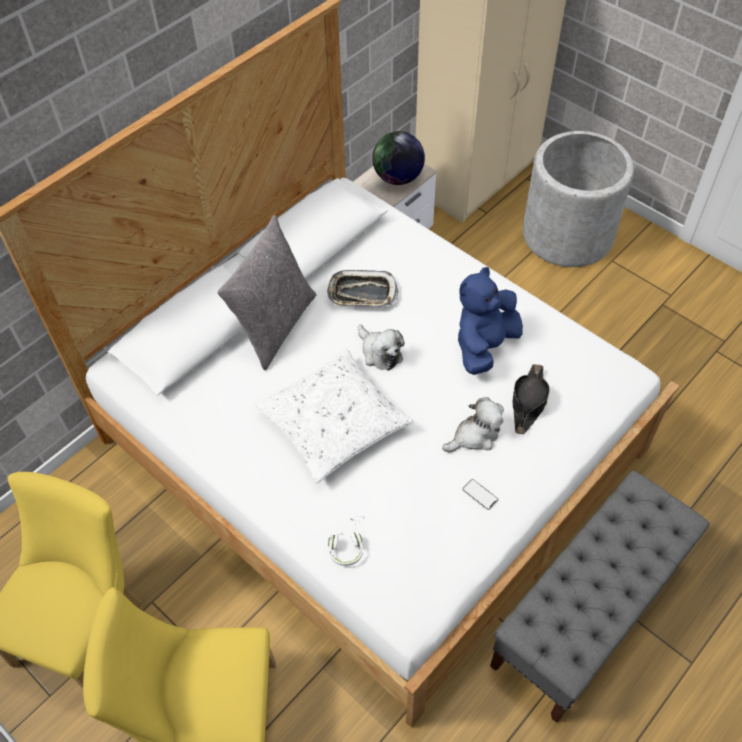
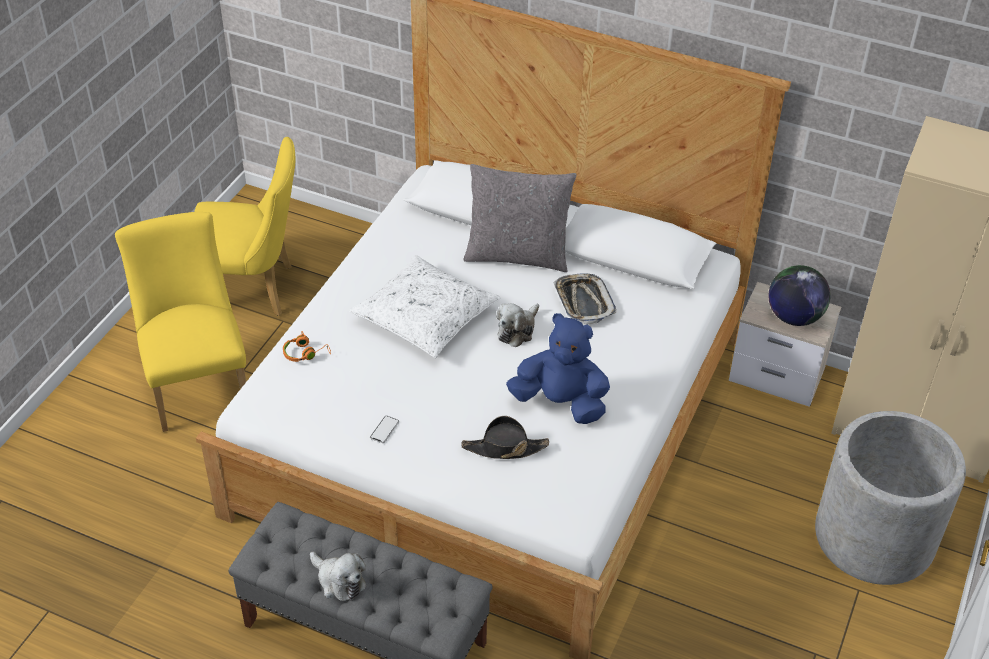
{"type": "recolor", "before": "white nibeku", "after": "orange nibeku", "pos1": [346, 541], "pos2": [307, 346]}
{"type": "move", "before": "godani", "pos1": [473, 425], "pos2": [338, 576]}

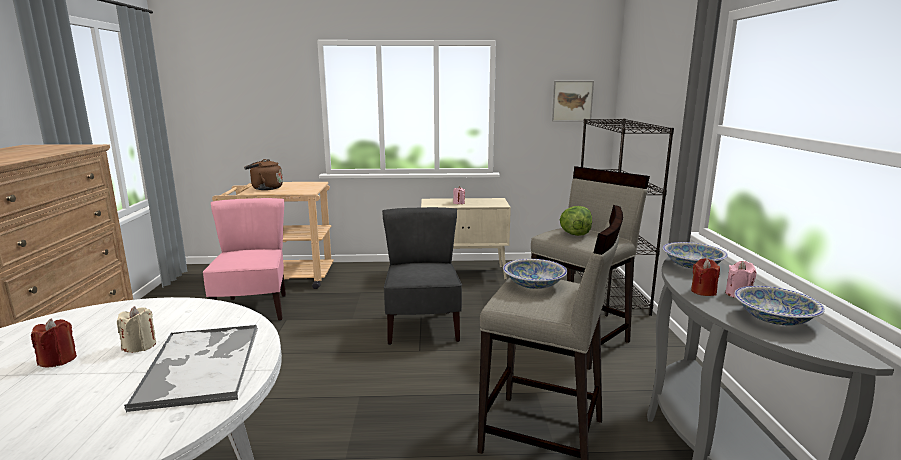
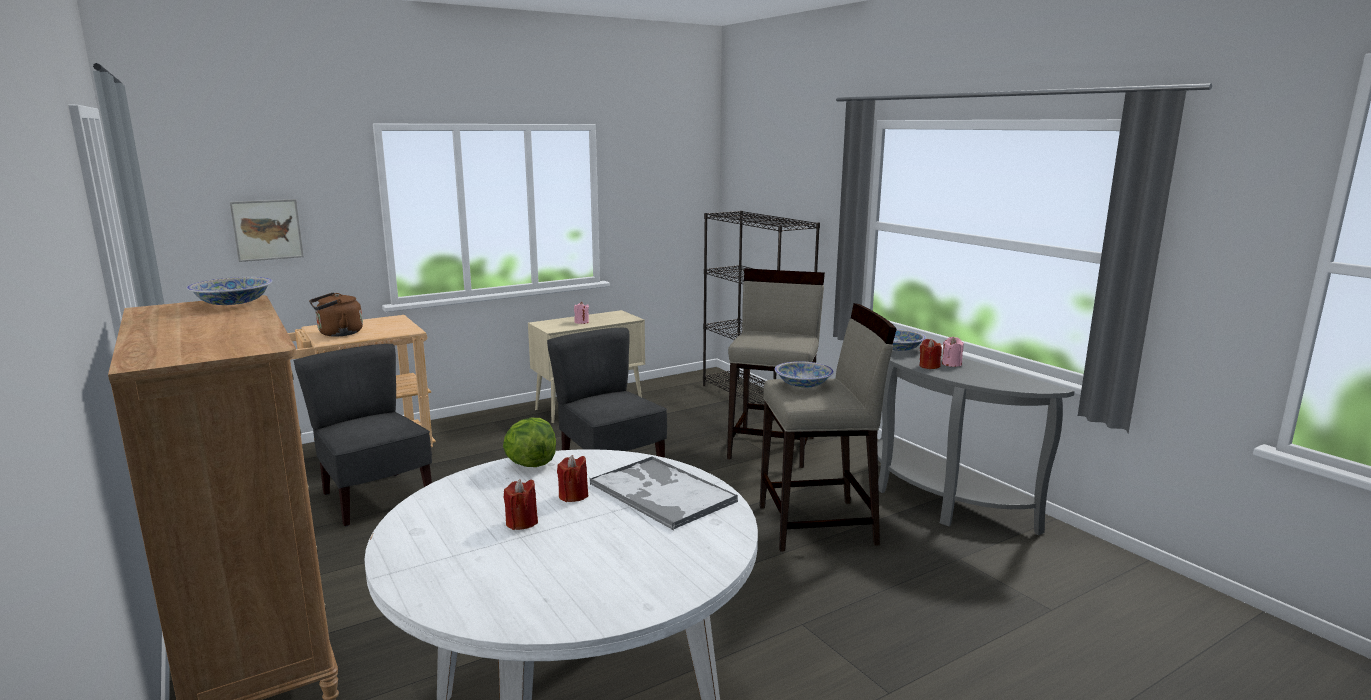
{"type": "recolor", "before": "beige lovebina", "after": "red lovebina", "pos1": [136, 329], "pos2": [572, 478]}
{"type": "recolor", "before": "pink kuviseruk", "after": "grey kuviseruk", "pos1": [244, 259], "pos2": [363, 435]}
{"type": "move", "before": "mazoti", "pos1": [573, 101], "pos2": [267, 230]}
{"type": "move", "before": "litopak", "pos1": [576, 221], "pos2": [529, 442]}
{"type": "move", "before": "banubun", "pos1": [779, 305], "pos2": [230, 291]}

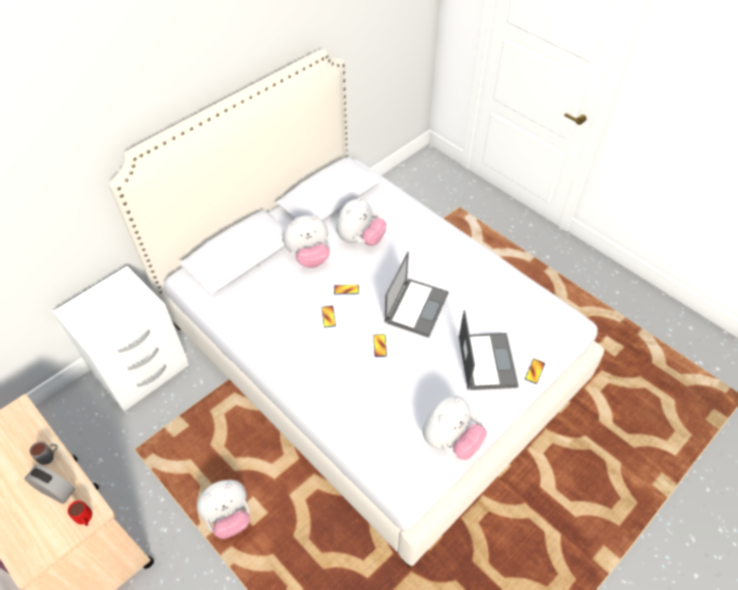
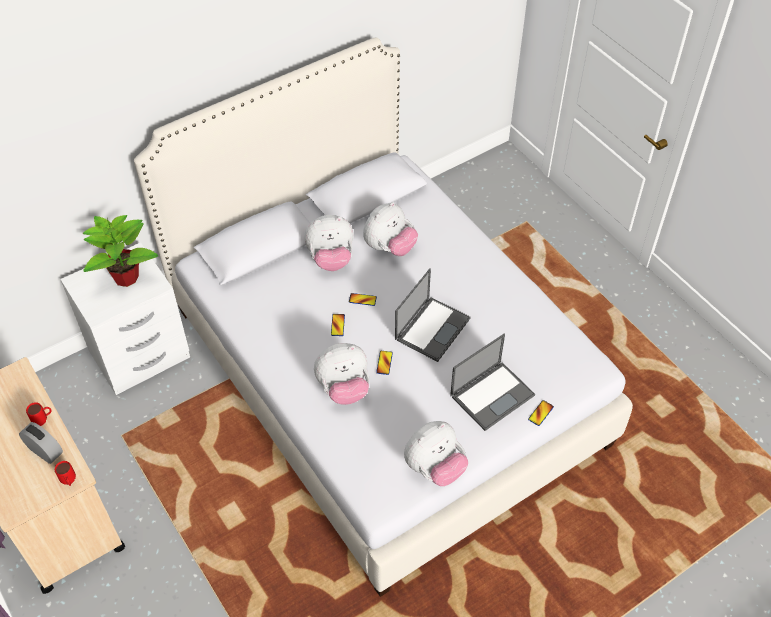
{"type": "recolor", "before": "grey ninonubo", "after": "red ninonubo", "pos1": [44, 453], "pos2": [39, 414]}
{"type": "move", "before": "godani", "pos1": [223, 509], "pos2": [341, 374]}
{"type": "rotate", "before": "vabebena", "pos1": [489, 350], "pos2": [492, 382], "turn": 45}
{"type": "insert", "after": "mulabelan", "pos2": [120, 251]}

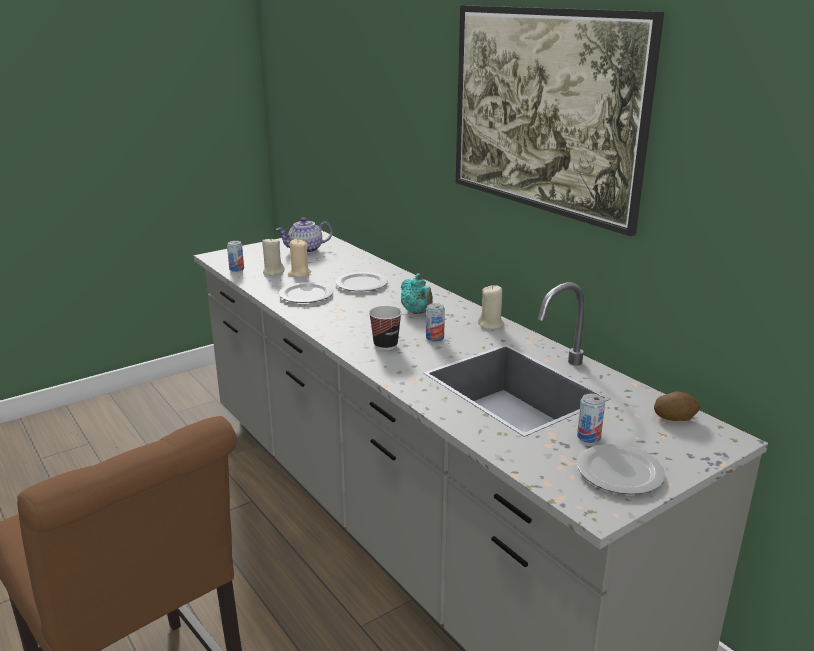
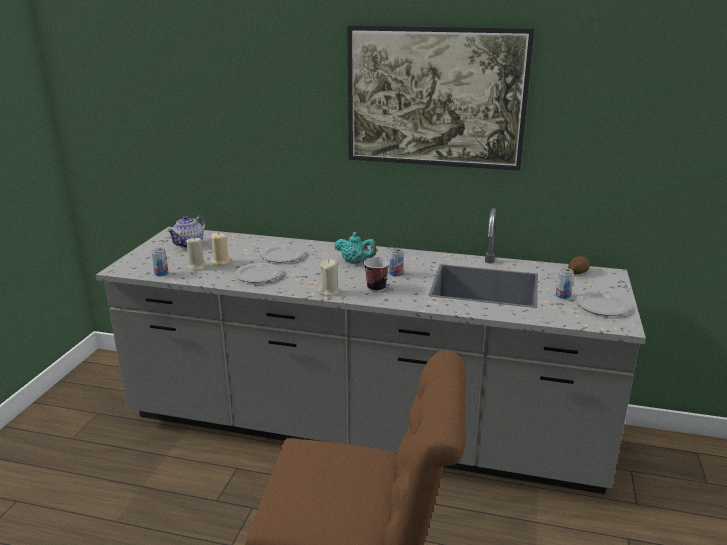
{"type": "move", "before": "beige lovebina", "pos1": [491, 307], "pos2": [328, 277]}

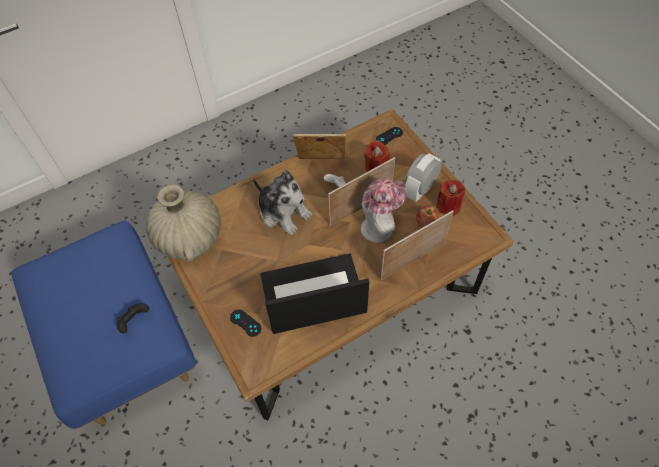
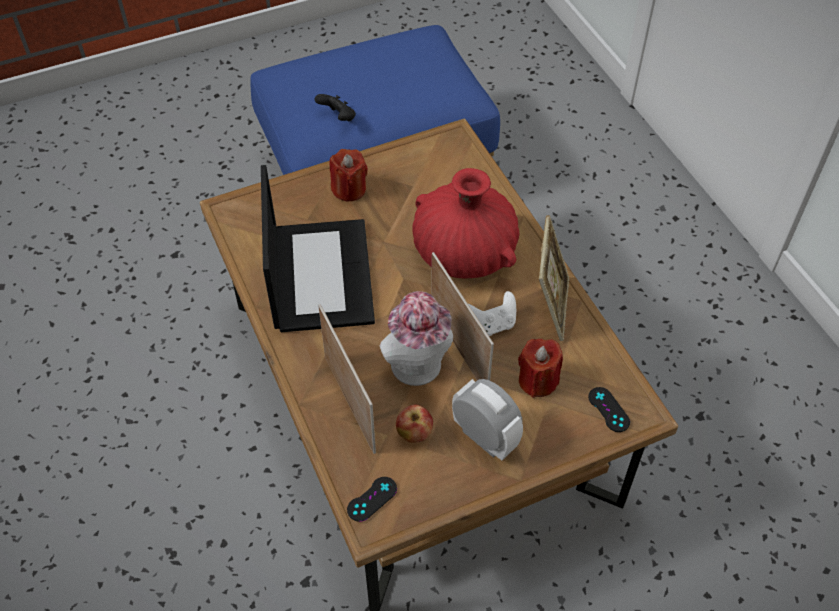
{"type": "delete", "before": "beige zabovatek", "pos1": [183, 223]}
{"type": "move", "before": "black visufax", "pos1": [245, 323], "pos2": [372, 499]}
{"type": "replace", "before": "godani", "after": "red zabovatek", "pos1": [282, 202], "pos2": [465, 223]}
{"type": "move", "before": "red lovebina", "pos1": [450, 198], "pos2": [348, 175]}

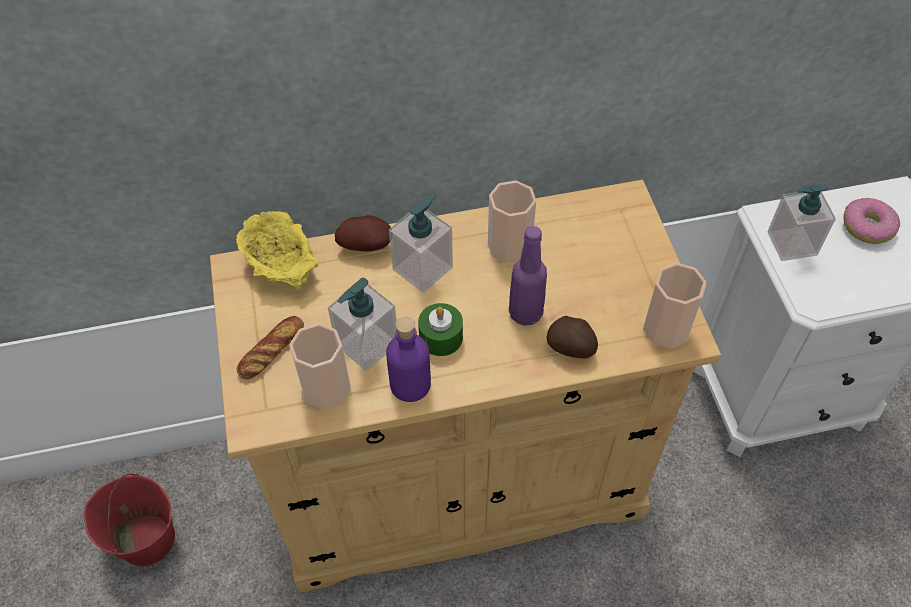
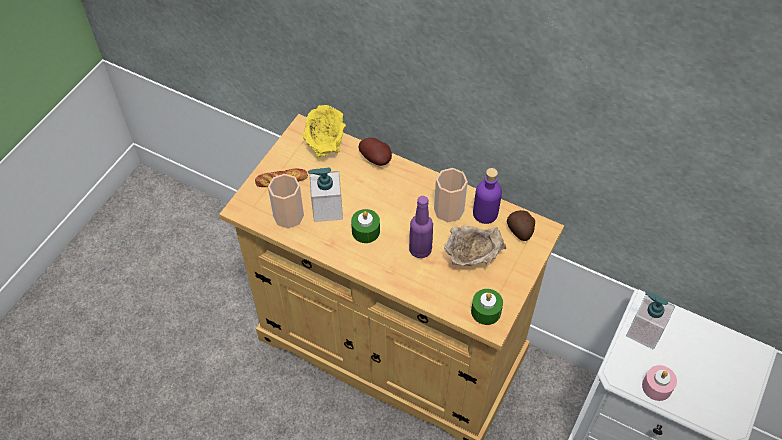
{"type": "delete", "before": "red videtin", "pos1": [129, 520]}
{"type": "move", "before": "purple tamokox", "pos1": [408, 359], "pos2": [487, 196]}
{"type": "delete", "before": "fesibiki", "pos1": [421, 243]}
{"type": "move", "before": "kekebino", "pos1": [572, 337], "pos2": [521, 225]}
{"type": "replace", "before": "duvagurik", "after": "green lovebina", "pos1": [674, 305], "pos2": [487, 307]}
{"type": "delete", "before": "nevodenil", "pos1": [871, 221]}
{"type": "insert", "after": "beige banubun", "pos2": [475, 245]}
{"type": "insert", "after": "pink lovebina", "pos2": [659, 383]}

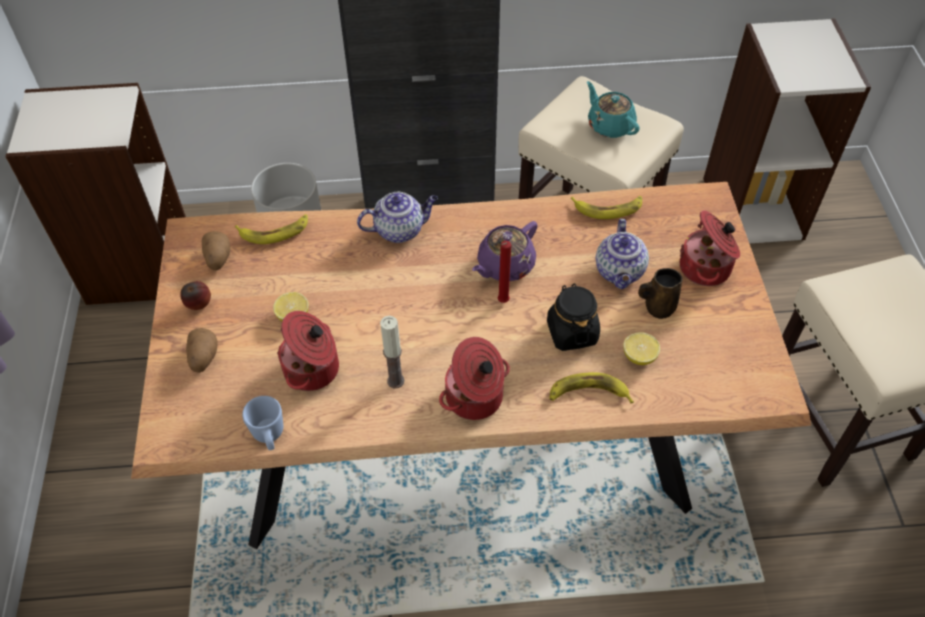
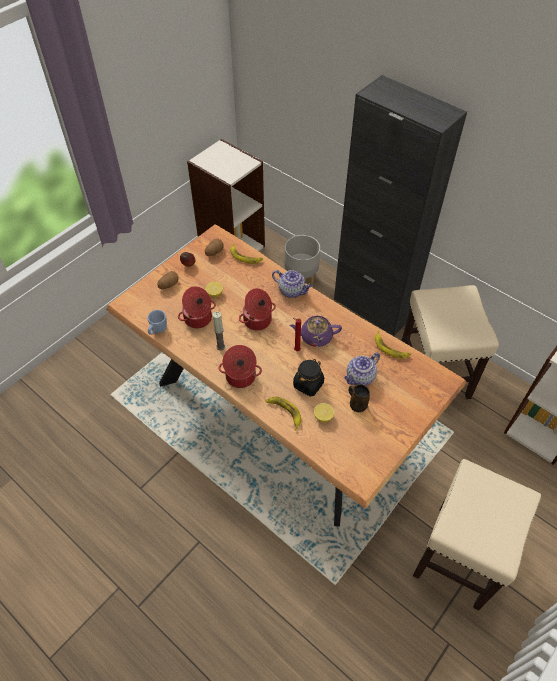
{"type": "delete", "before": "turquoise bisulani", "pos1": [613, 109]}
{"type": "move", "before": "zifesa", "pos1": [710, 248], "pos2": [257, 309]}

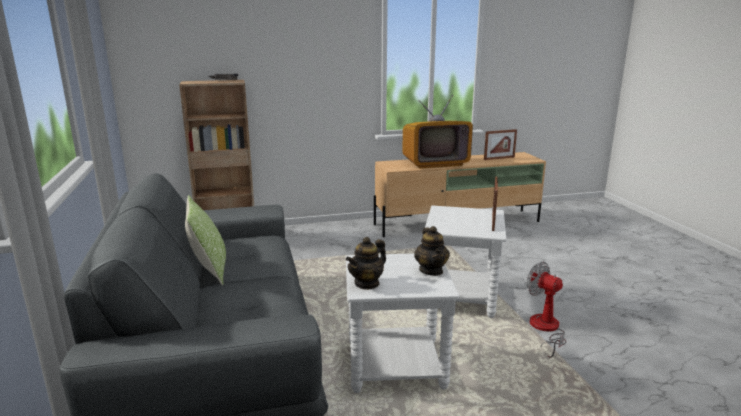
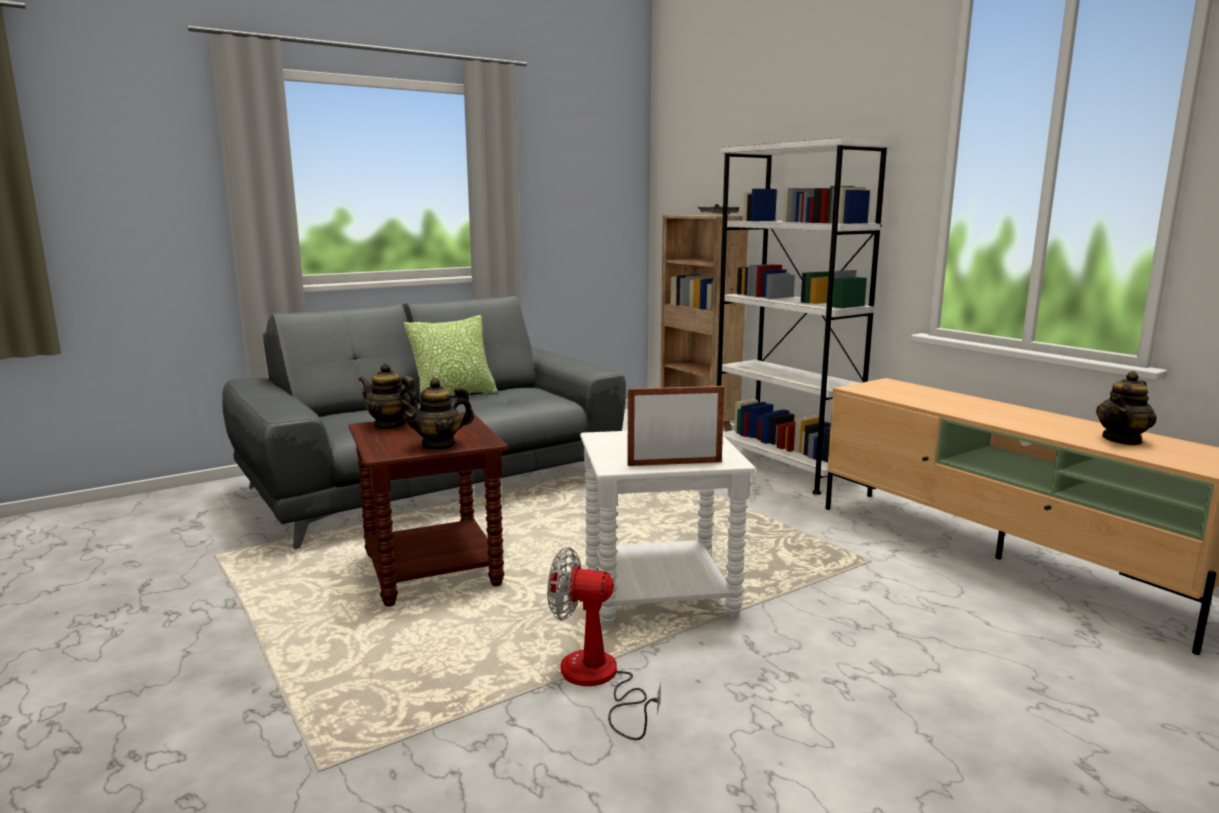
{"type": "recolor", "before": "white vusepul", "after": "brown vusepul", "pos1": [402, 323], "pos2": [428, 509]}
{"type": "delete", "before": "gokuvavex", "pos1": [437, 132]}
{"type": "replace", "before": "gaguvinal", "after": "bisulani", "pos1": [500, 144], "pos2": [1126, 408]}
{"type": "rotate", "before": "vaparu", "pos1": [546, 310], "pos2": [604, 643], "turn": -105}
{"type": "insert", "after": "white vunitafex", "pos2": [804, 316]}

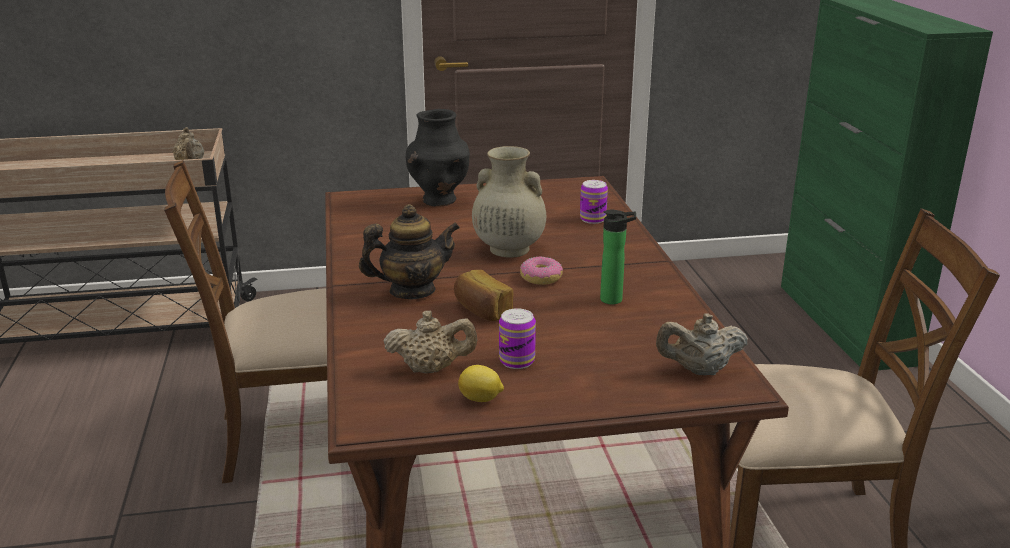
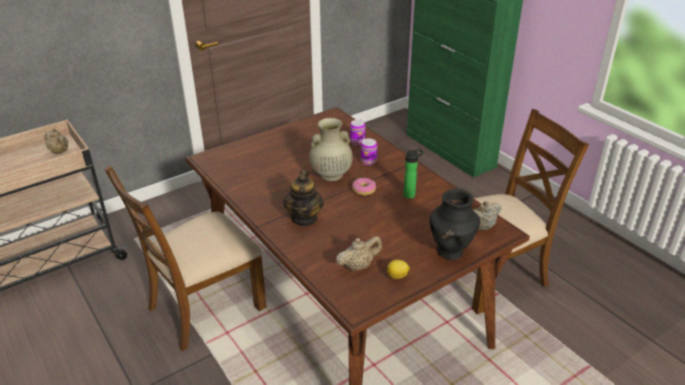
{"type": "rotate", "before": "bisulani", "pos1": [409, 251], "pos2": [303, 198], "turn": 135}
{"type": "move", "before": "black zabovatek", "pos1": [438, 158], "pos2": [454, 224]}
{"type": "delete", "before": "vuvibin", "pos1": [483, 295]}
{"type": "move", "before": "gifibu", "pos1": [517, 338], "pos2": [369, 151]}

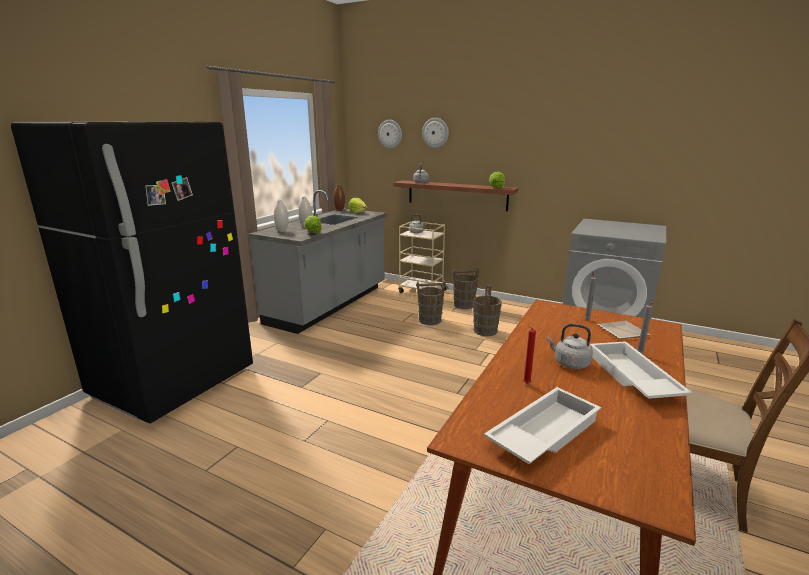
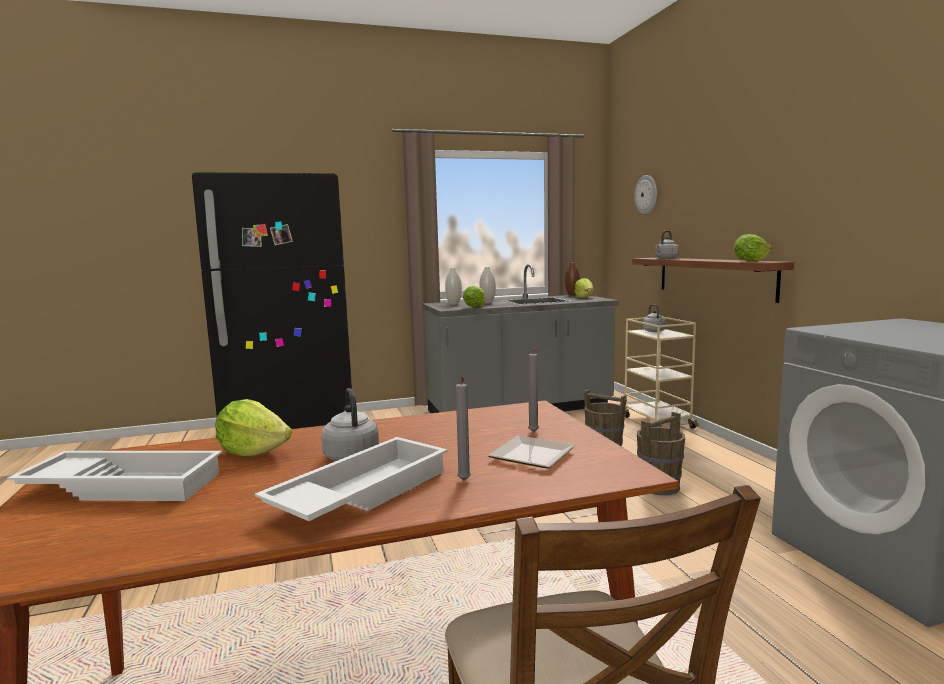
{"type": "delete", "before": "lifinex", "pos1": [435, 133]}
{"type": "delete", "before": "brown videtin", "pos1": [465, 288]}
{"type": "replace", "before": "red lovebina", "after": "litopak", "pos1": [529, 355], "pos2": [253, 428]}

